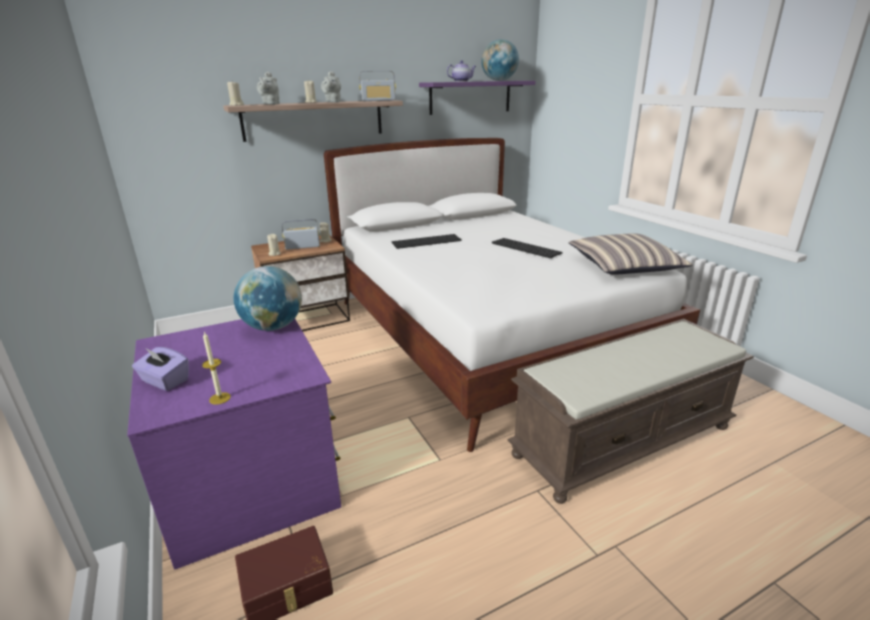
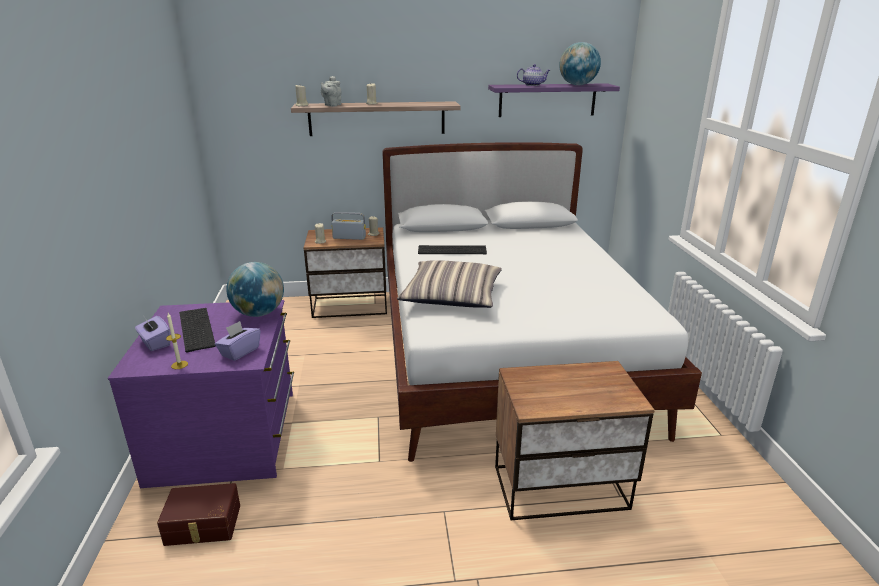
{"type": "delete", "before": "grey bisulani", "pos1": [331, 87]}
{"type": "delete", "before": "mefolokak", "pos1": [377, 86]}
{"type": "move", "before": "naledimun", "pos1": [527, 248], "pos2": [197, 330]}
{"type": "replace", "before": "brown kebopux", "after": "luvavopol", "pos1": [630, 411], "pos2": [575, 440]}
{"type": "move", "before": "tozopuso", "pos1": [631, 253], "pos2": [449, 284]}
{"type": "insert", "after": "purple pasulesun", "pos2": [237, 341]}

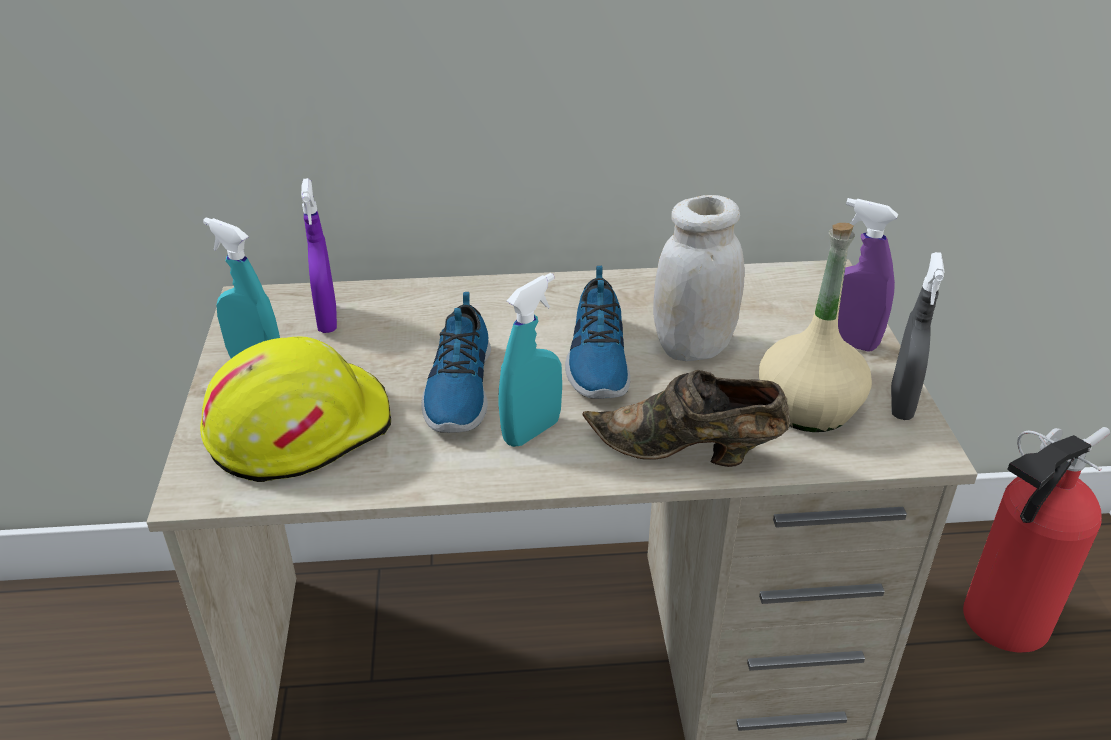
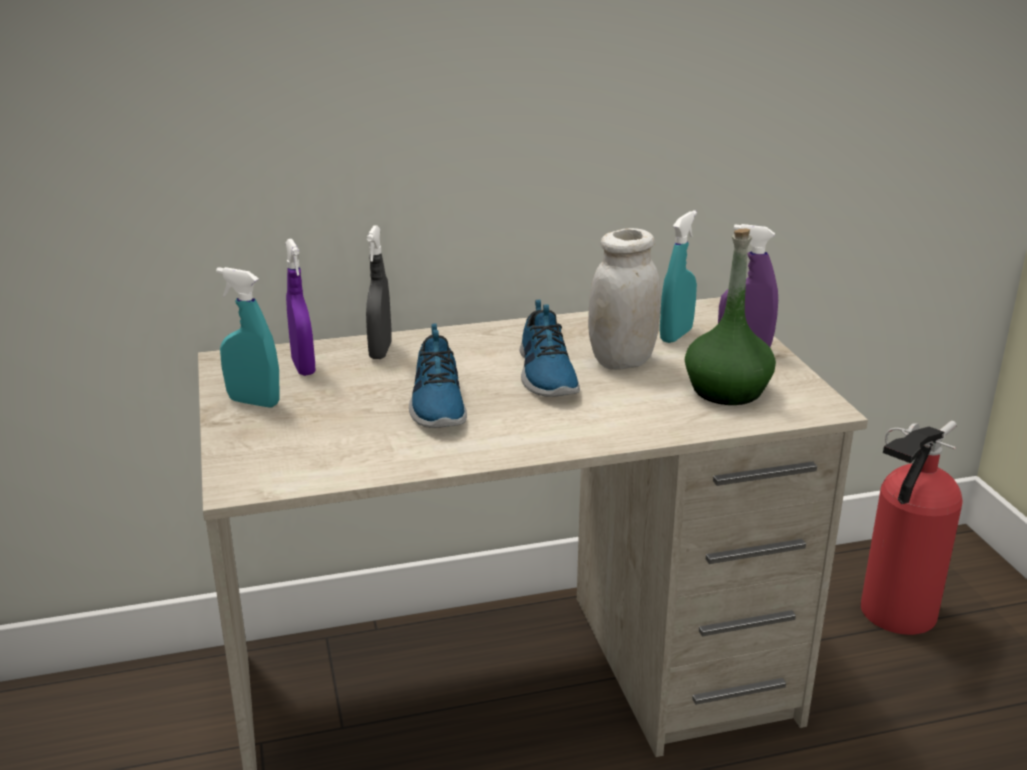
{"type": "delete", "before": "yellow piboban", "pos1": [295, 409]}
{"type": "move", "before": "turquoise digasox", "pos1": [530, 360], "pos2": [678, 276]}
{"type": "delete", "before": "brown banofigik", "pos1": [686, 418]}
{"type": "recolor", "before": "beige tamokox", "after": "green tamokox", "pos1": [815, 327], "pos2": [730, 316]}
{"type": "move", "before": "grey digasox", "pos1": [918, 336], "pos2": [379, 292]}

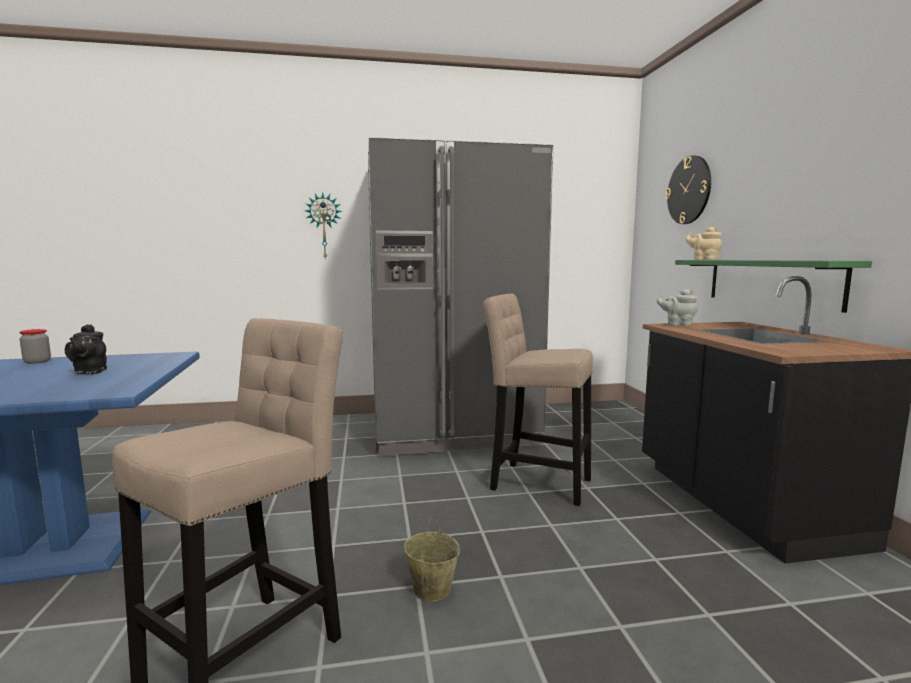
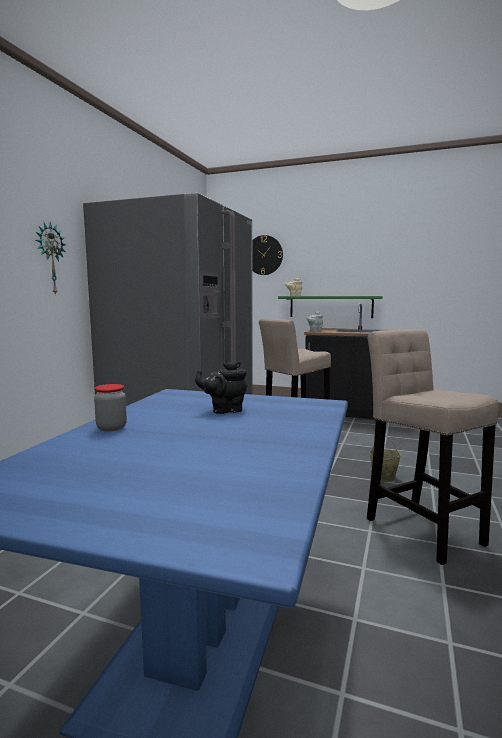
{"type": "rotate", "before": "black bisulani", "pos1": [86, 349], "pos2": [221, 387], "turn": 150}

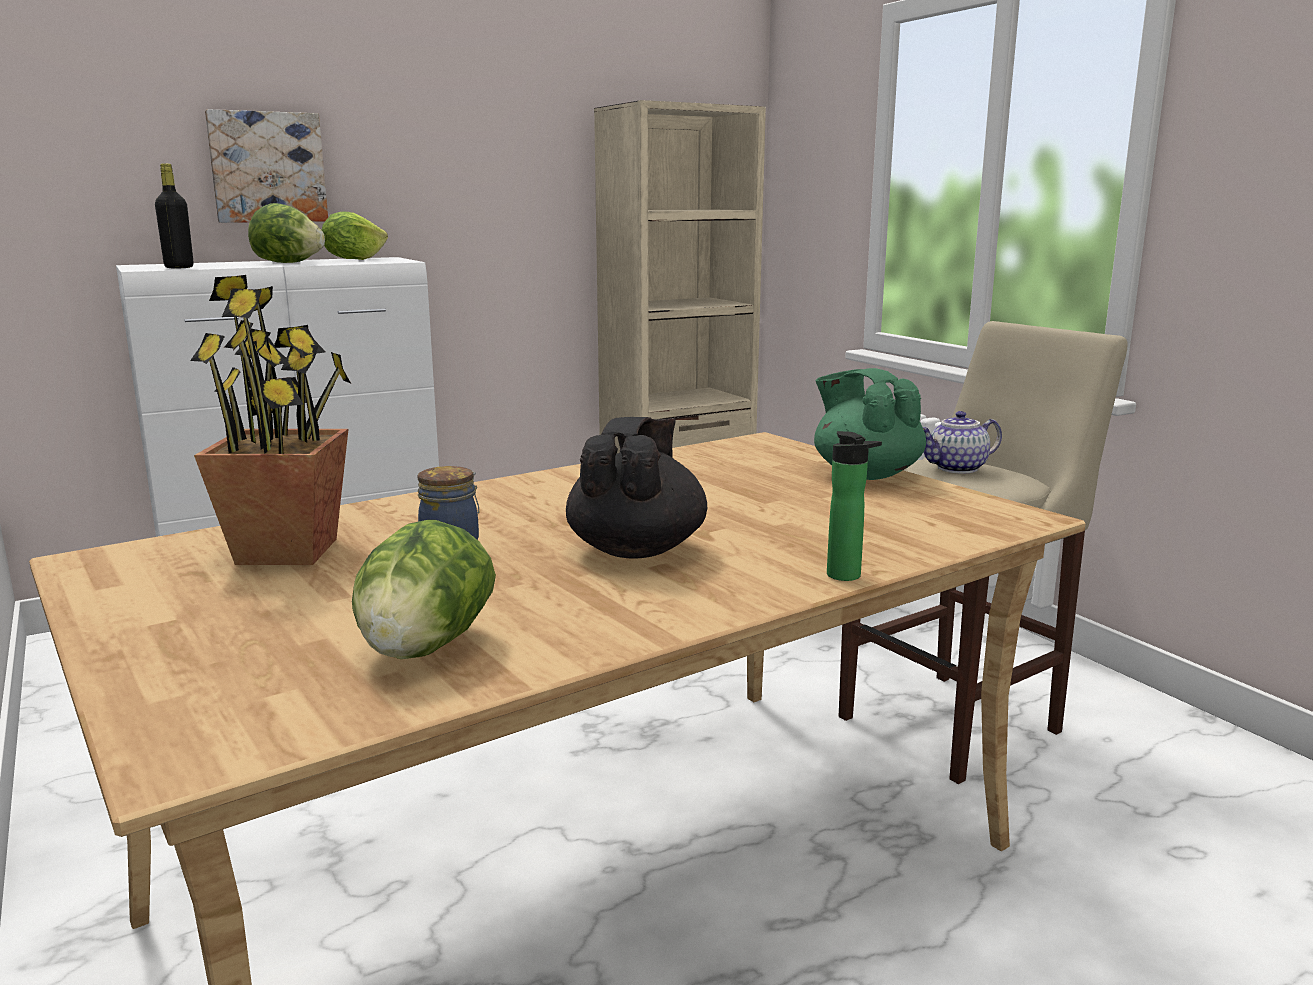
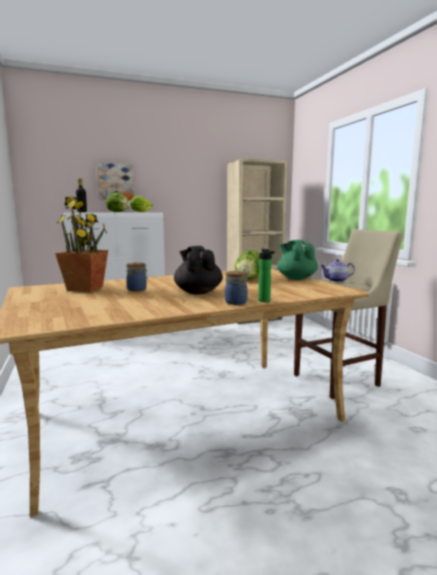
{"type": "move", "before": "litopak", "pos1": [424, 589], "pos2": [247, 265]}
{"type": "rotate", "before": "black bisulani", "pos1": [636, 488], "pos2": [198, 270], "turn": -45}
{"type": "insert", "after": "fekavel", "pos2": [236, 288]}

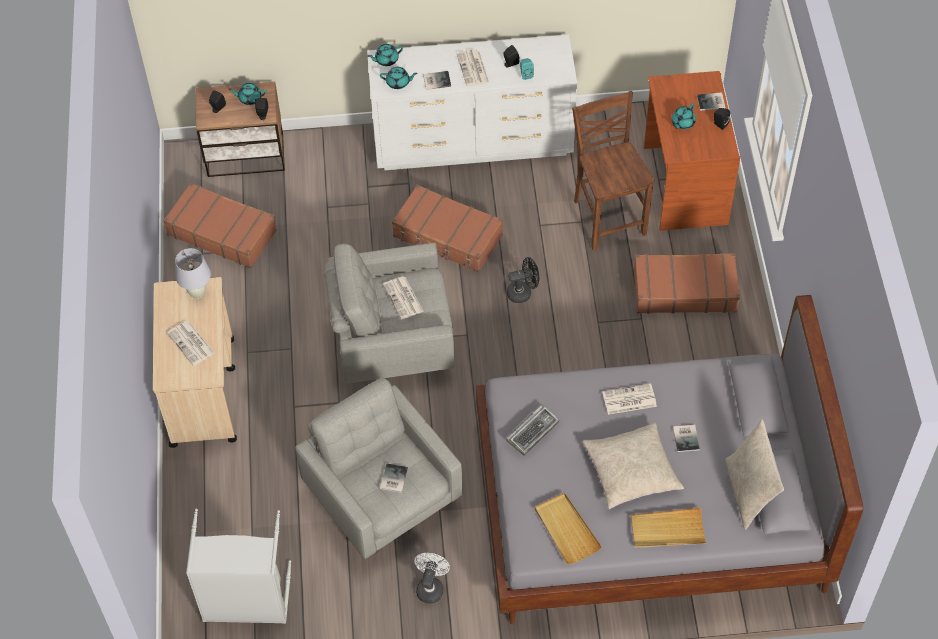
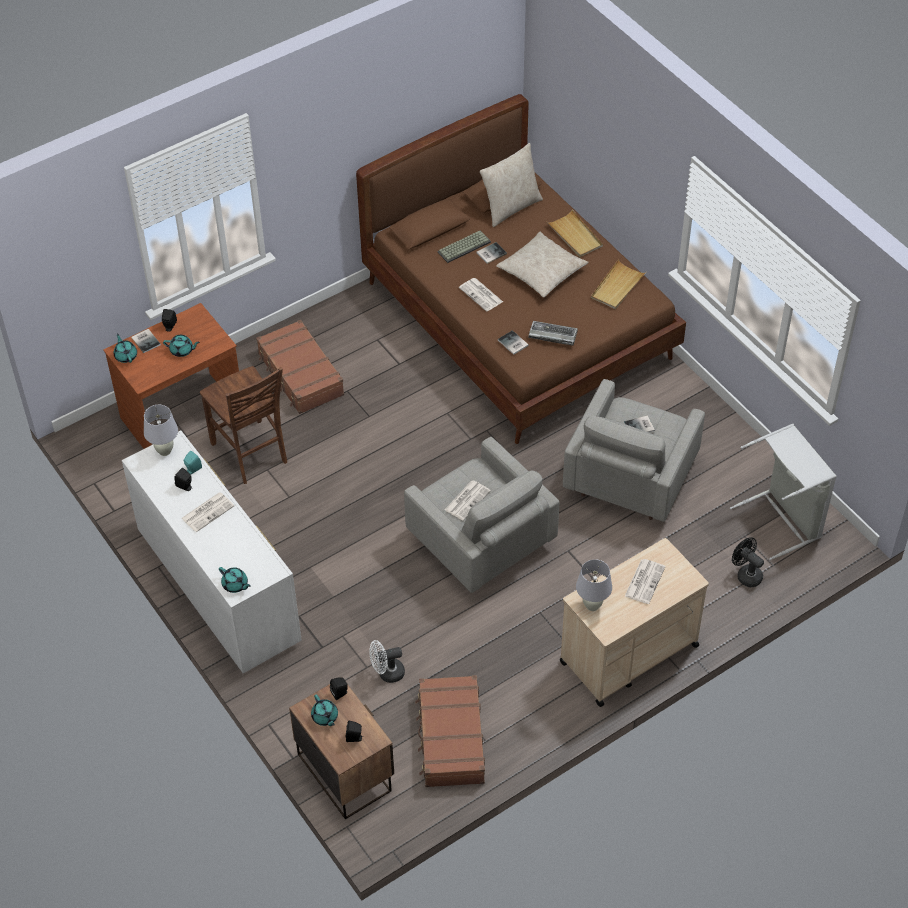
{"type": "move", "before": "turquoise bisulani", "pos1": [399, 78], "pos2": [125, 348]}
{"type": "delete", "before": "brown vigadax", "pos1": [447, 228]}
{"type": "move", "before": "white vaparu", "pos1": [432, 578], "pos2": [387, 661]}
{"type": "move", "before": "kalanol", "pos1": [437, 80], "pos2": [513, 342]}
{"type": "recolor", "before": "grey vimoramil", "after": "brown vimoramil", "pos1": [669, 459], "pos2": [521, 269]}
{"type": "move", "before": "black vaparu", "pos1": [523, 280], "pos2": [748, 562]}
{"type": "rotate", "before": "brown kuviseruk", "pos1": [613, 171], "pos2": [243, 425], "turn": -75}
{"type": "insert", "after": "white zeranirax", "pos2": [161, 430]}
{"type": "insert", "after": "naledimun", "pos2": [464, 247]}

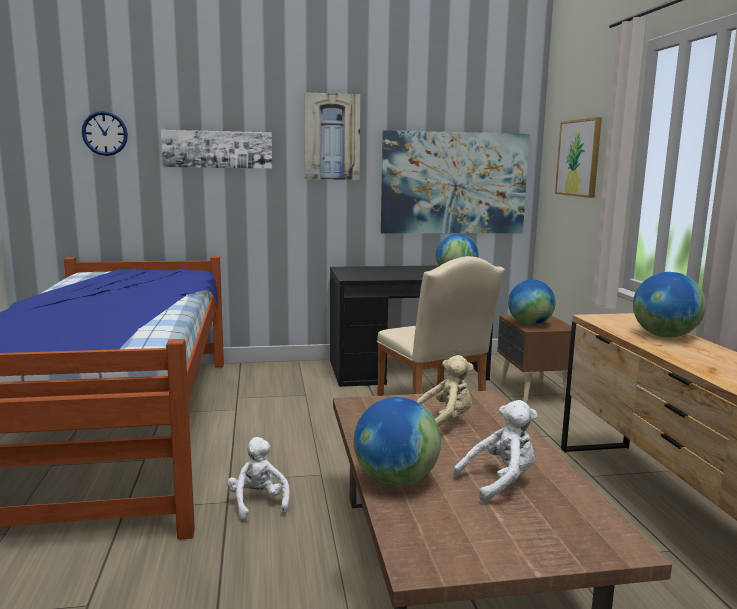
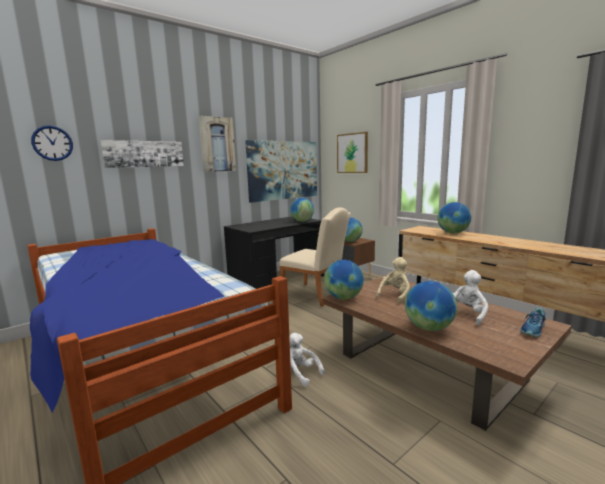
{"type": "insert", "after": "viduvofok", "pos2": [344, 279]}
{"type": "insert", "after": "banofigik", "pos2": [534, 322]}

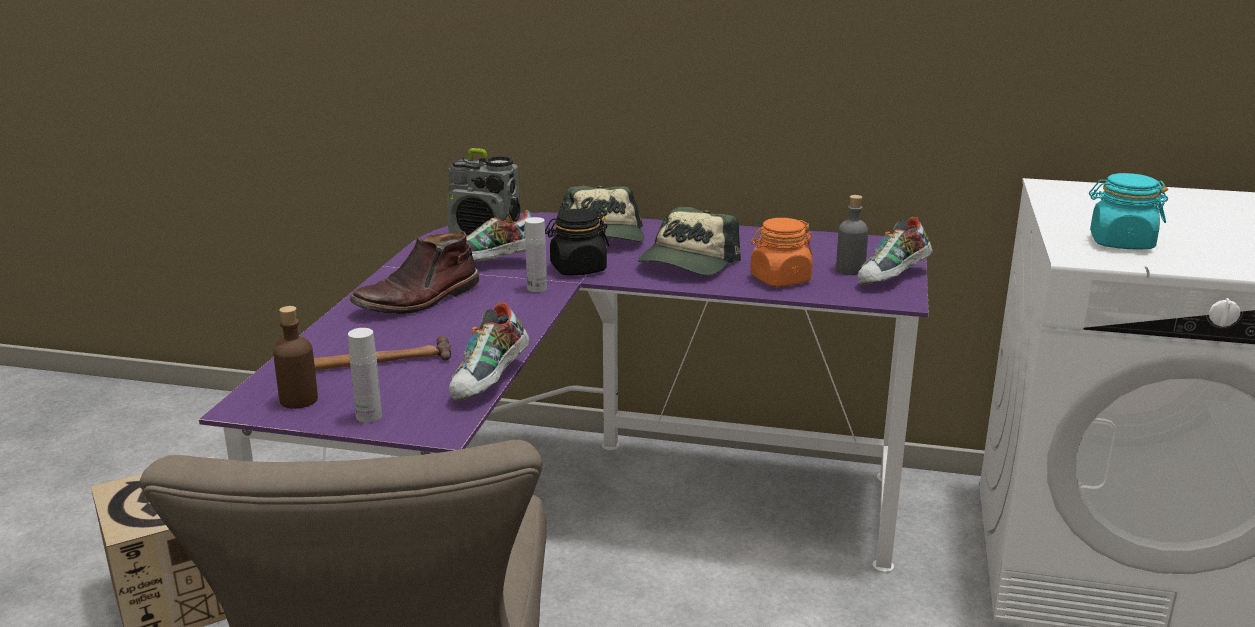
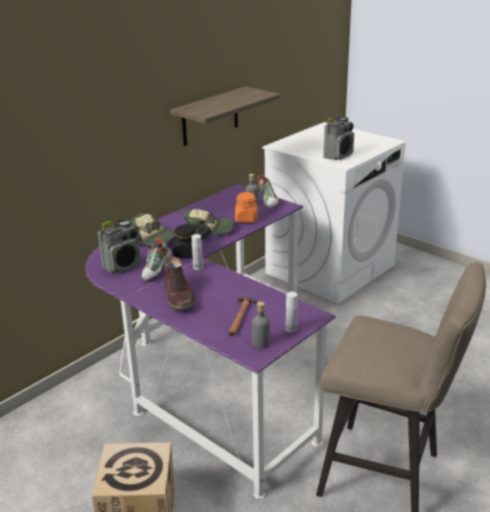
{"type": "recolor", "before": "brown tamokox", "after": "grey tamokox", "pos1": [295, 357], "pos2": [261, 325]}
{"type": "delete", "before": "banofigik", "pos1": [489, 352]}
{"type": "rotate", "before": "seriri", "pos1": [689, 240], "pos2": [208, 225], "turn": -75}
{"type": "replace", "before": "turquoise fekavel", "after": "mefolokak", "pos1": [1128, 211], "pos2": [338, 138]}
{"type": "insert", "after": "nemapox", "pos2": [225, 116]}

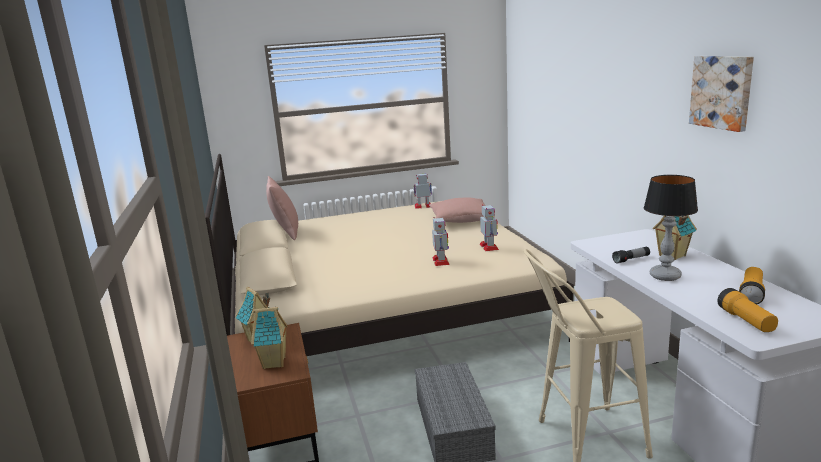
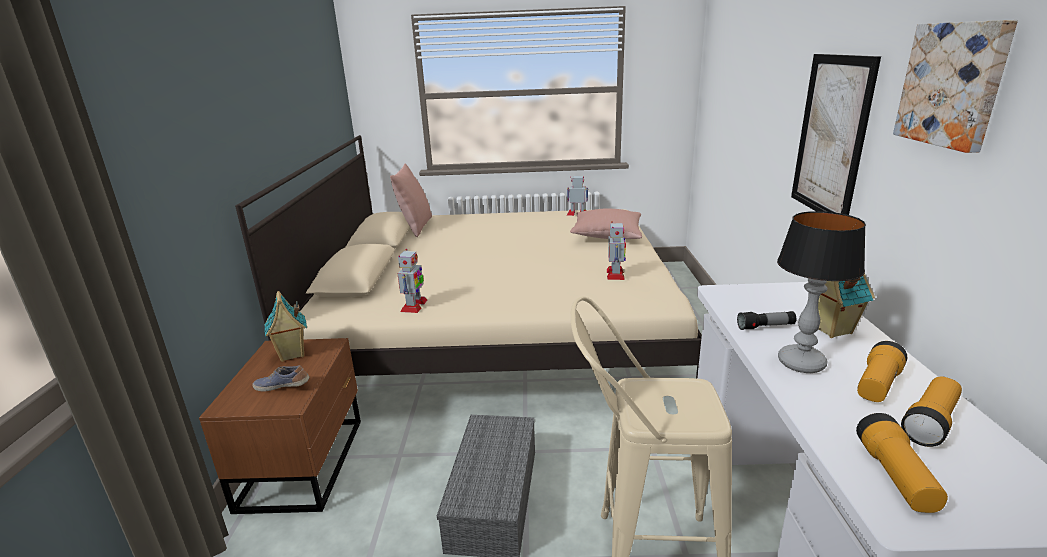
{"type": "replace", "before": "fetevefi", "after": "banofigik", "pos1": [269, 338], "pos2": [280, 378]}
{"type": "move", "before": "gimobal", "pos1": [441, 241], "pos2": [412, 281]}
{"type": "insert", "after": "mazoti", "pos2": [836, 134]}
{"type": "insert", "after": "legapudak", "pos2": [882, 371]}

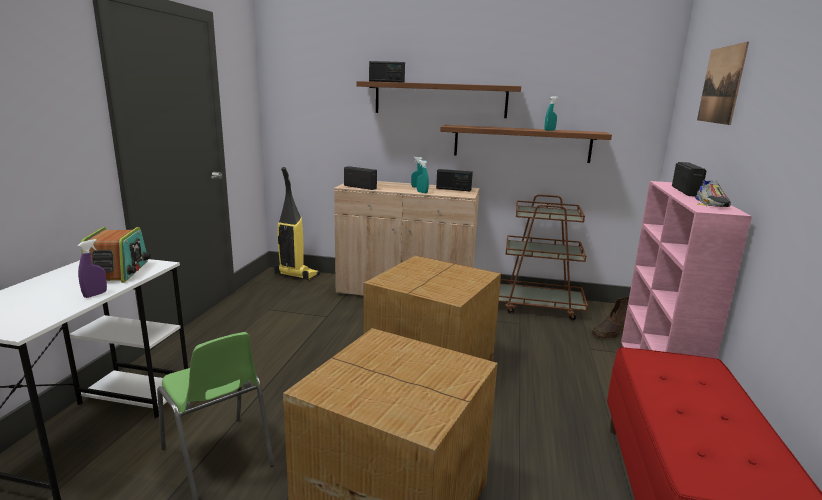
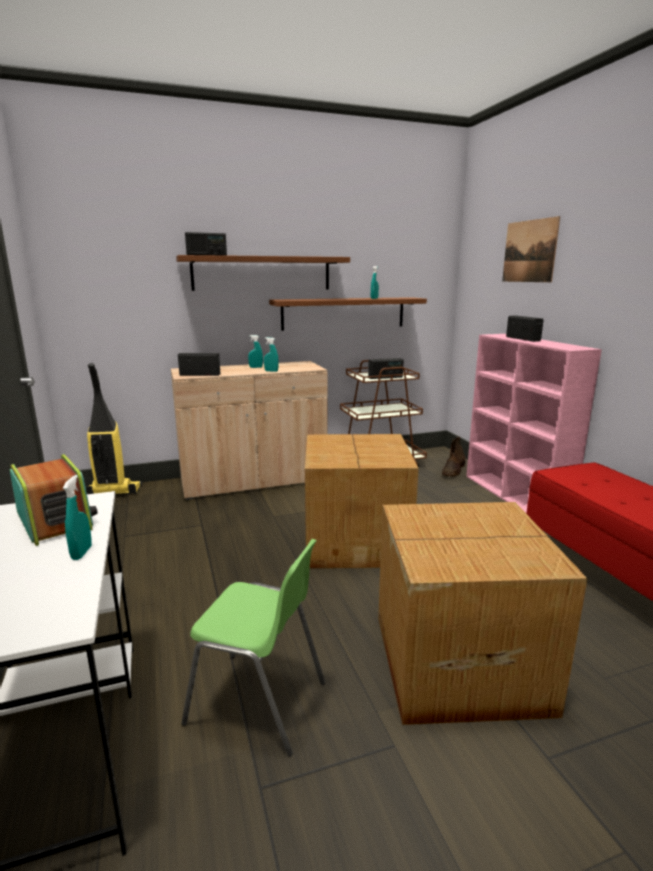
{"type": "recolor", "before": "purple digasox", "after": "turquoise digasox", "pos1": [92, 268], "pos2": [77, 517]}
{"type": "move", "before": "mefolokak", "pos1": [454, 180], "pos2": [386, 368]}
{"type": "delete", "before": "banofigik", "pos1": [713, 193]}

